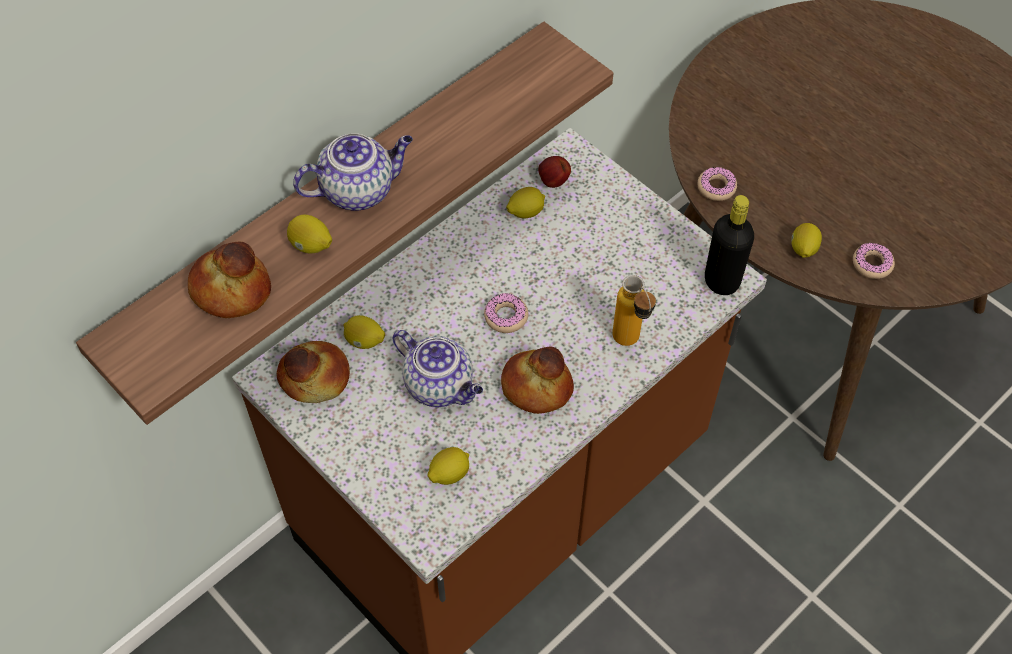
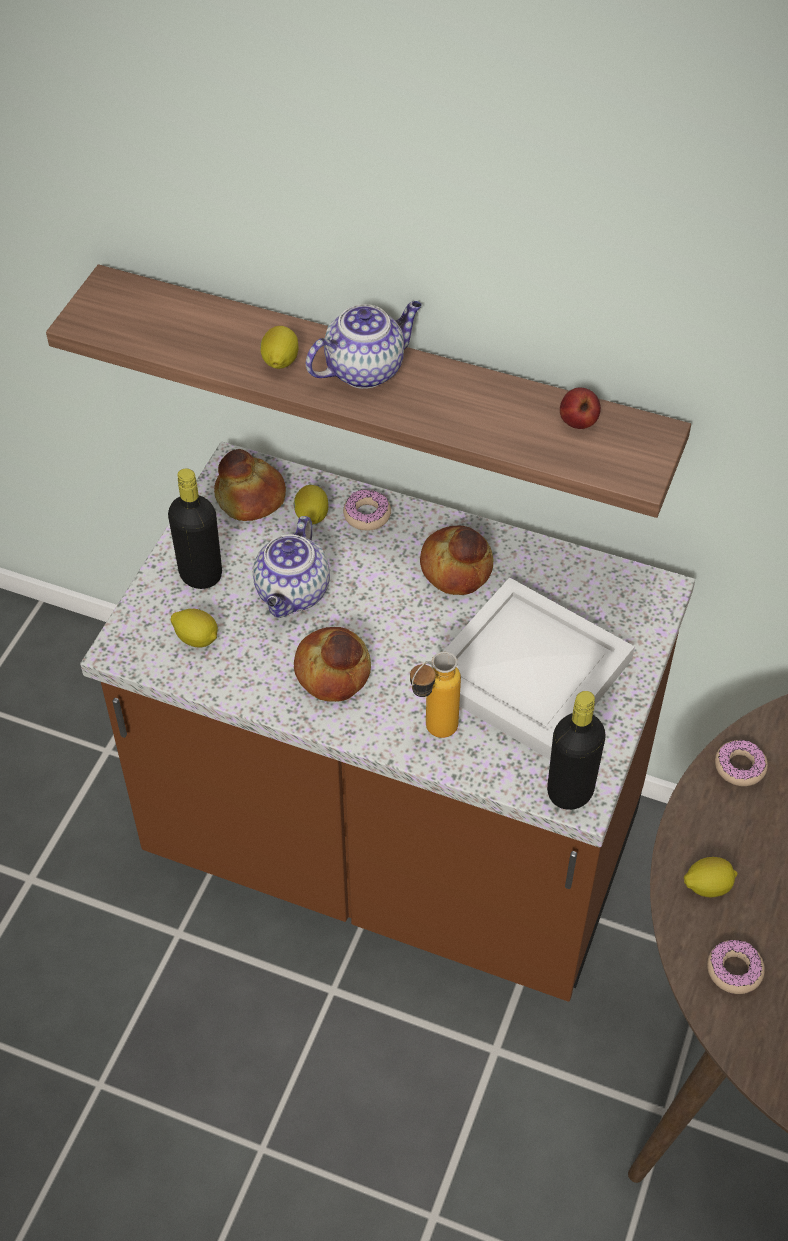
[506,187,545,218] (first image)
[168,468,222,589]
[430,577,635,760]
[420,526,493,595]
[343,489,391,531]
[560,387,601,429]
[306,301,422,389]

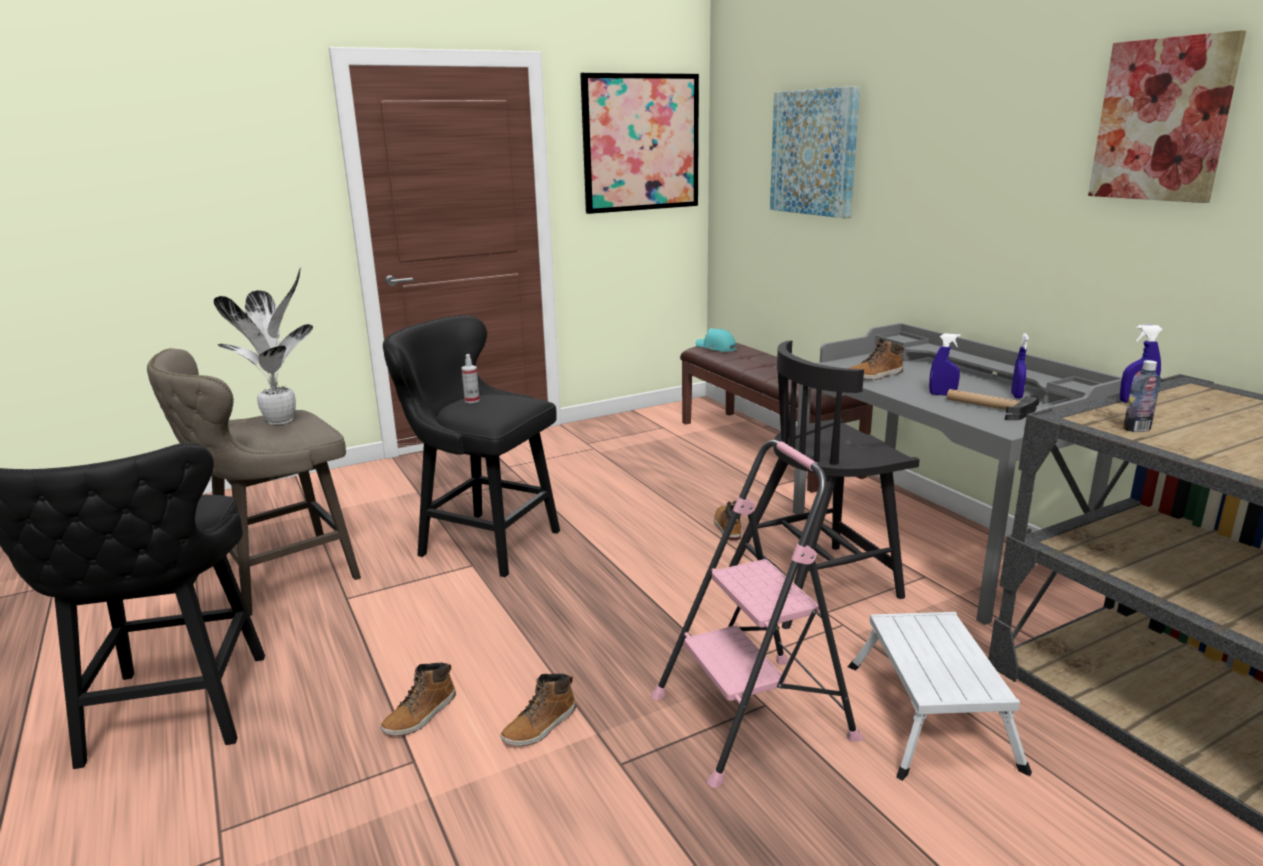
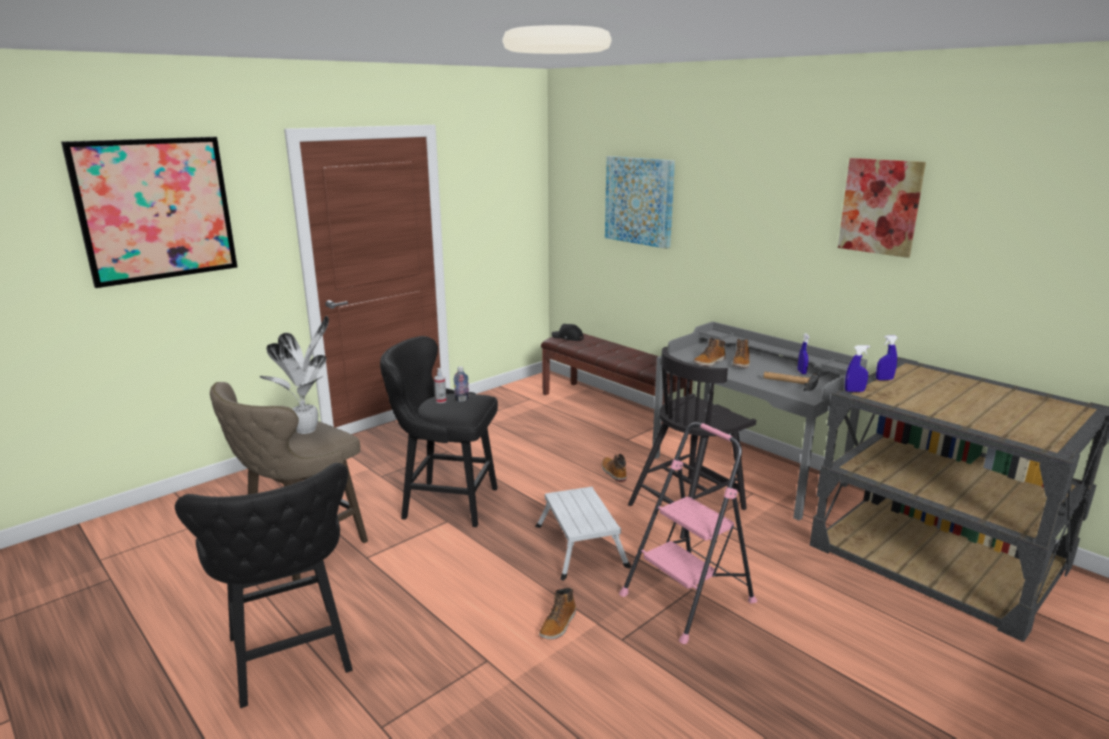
[733,339,750,368]
[61,137,237,288]
[535,487,631,581]
[845,345,870,392]
[454,367,469,402]
[552,324,584,341]

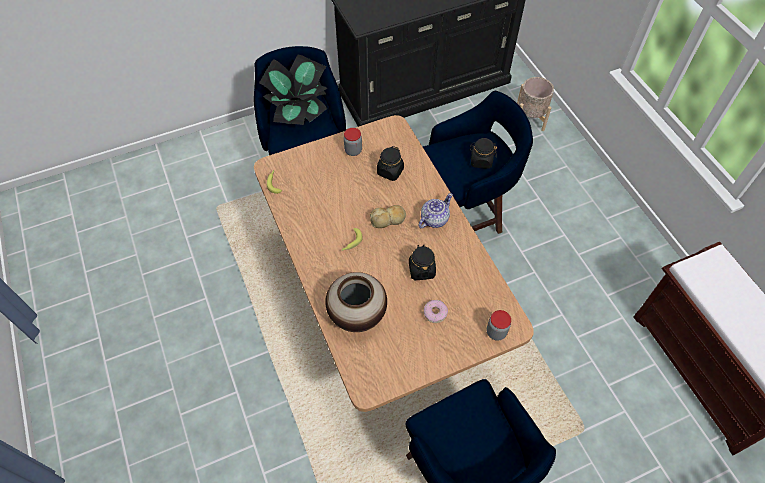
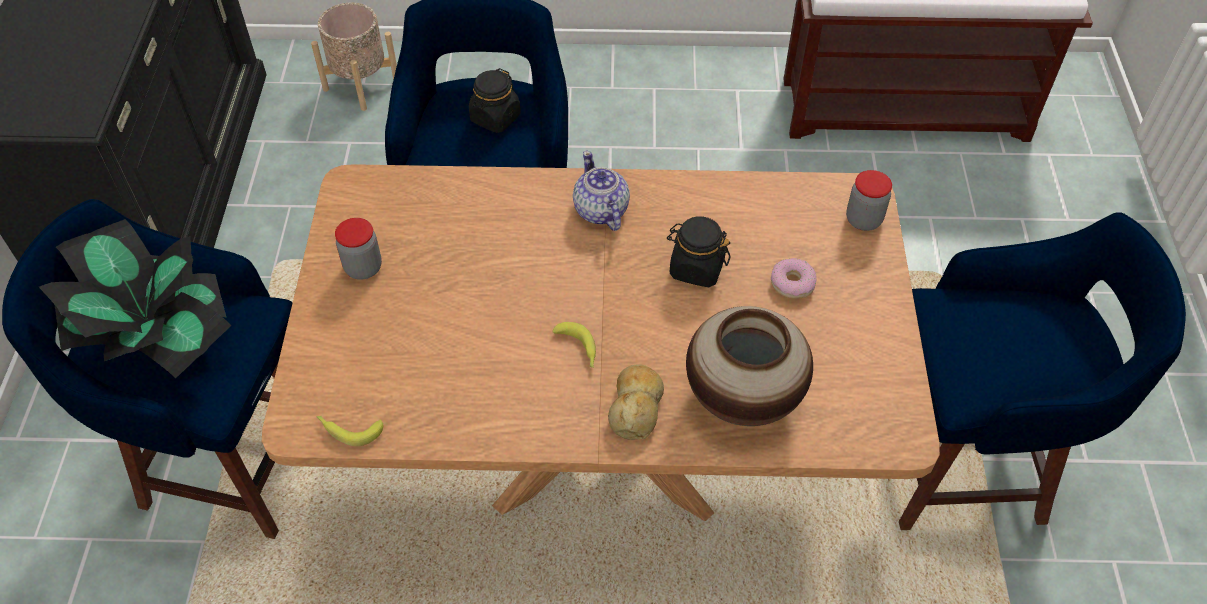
[377,146,404,181] (first image)
[608,365,664,440]

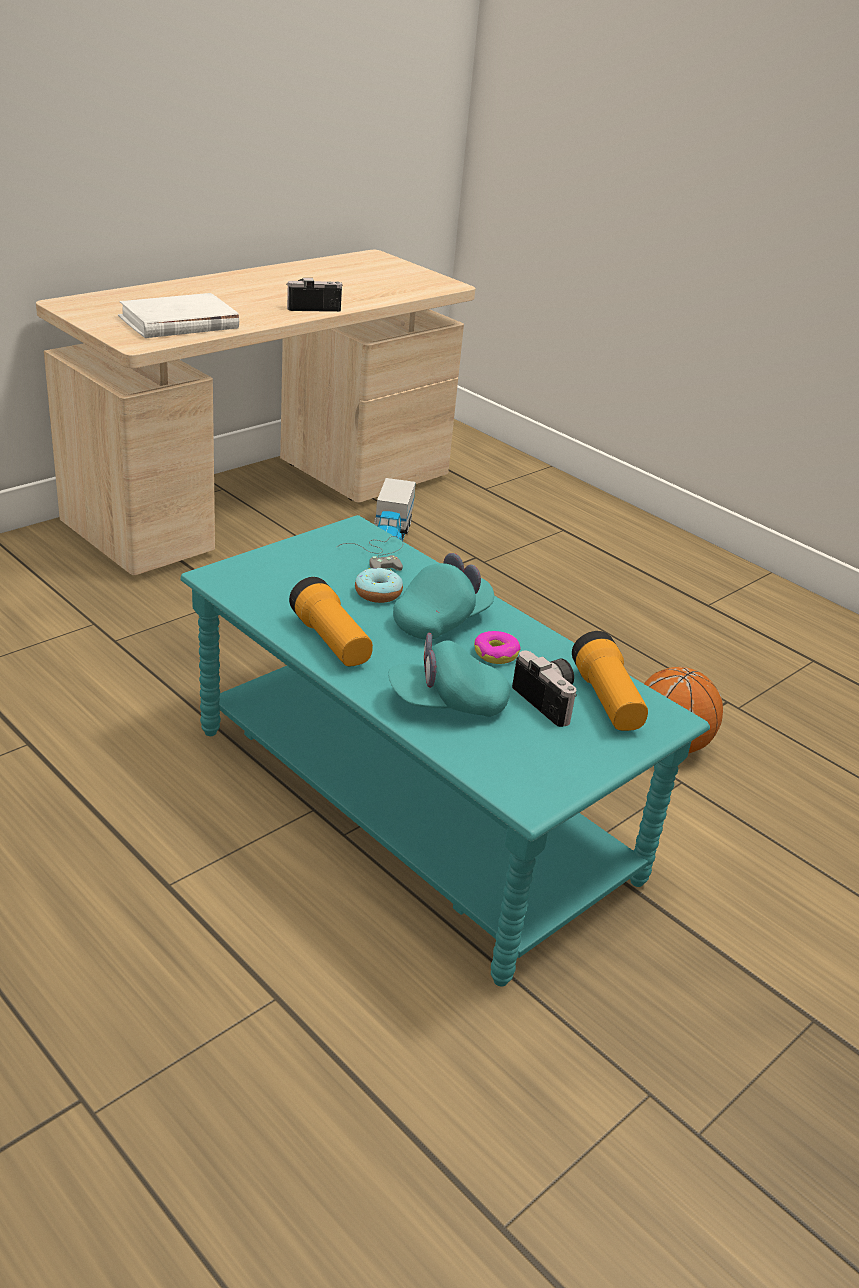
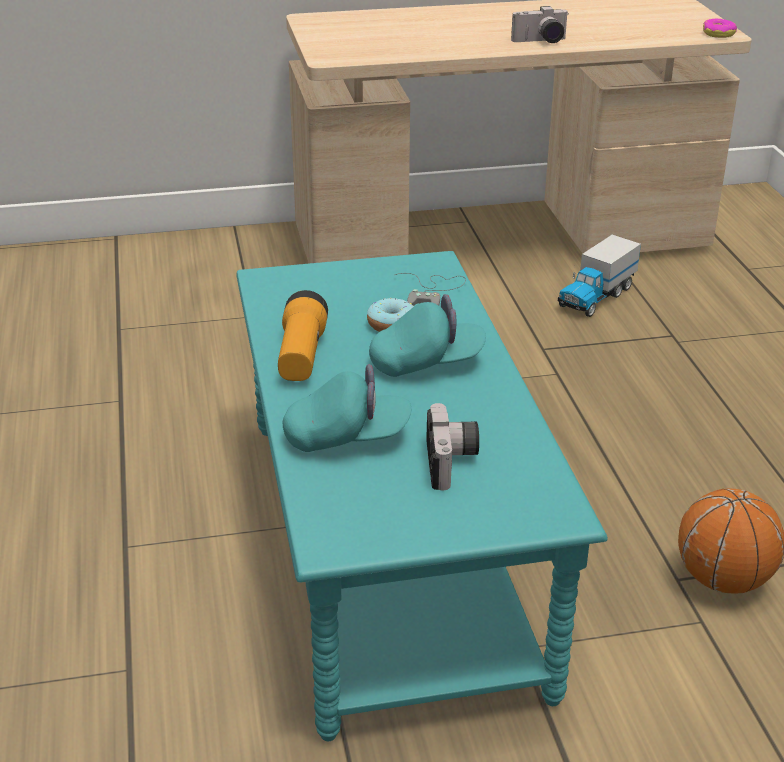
[118,293,239,338] (first image)
[572,631,648,731] (first image)
[703,19,737,38]
[511,6,569,43]
[283,364,411,452]

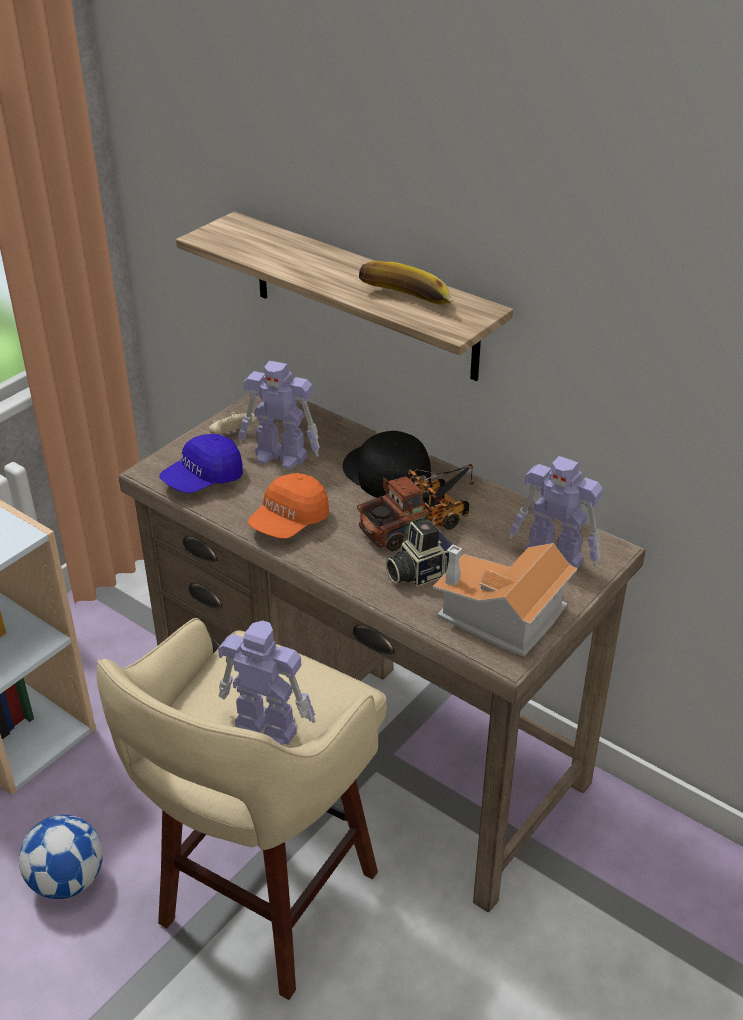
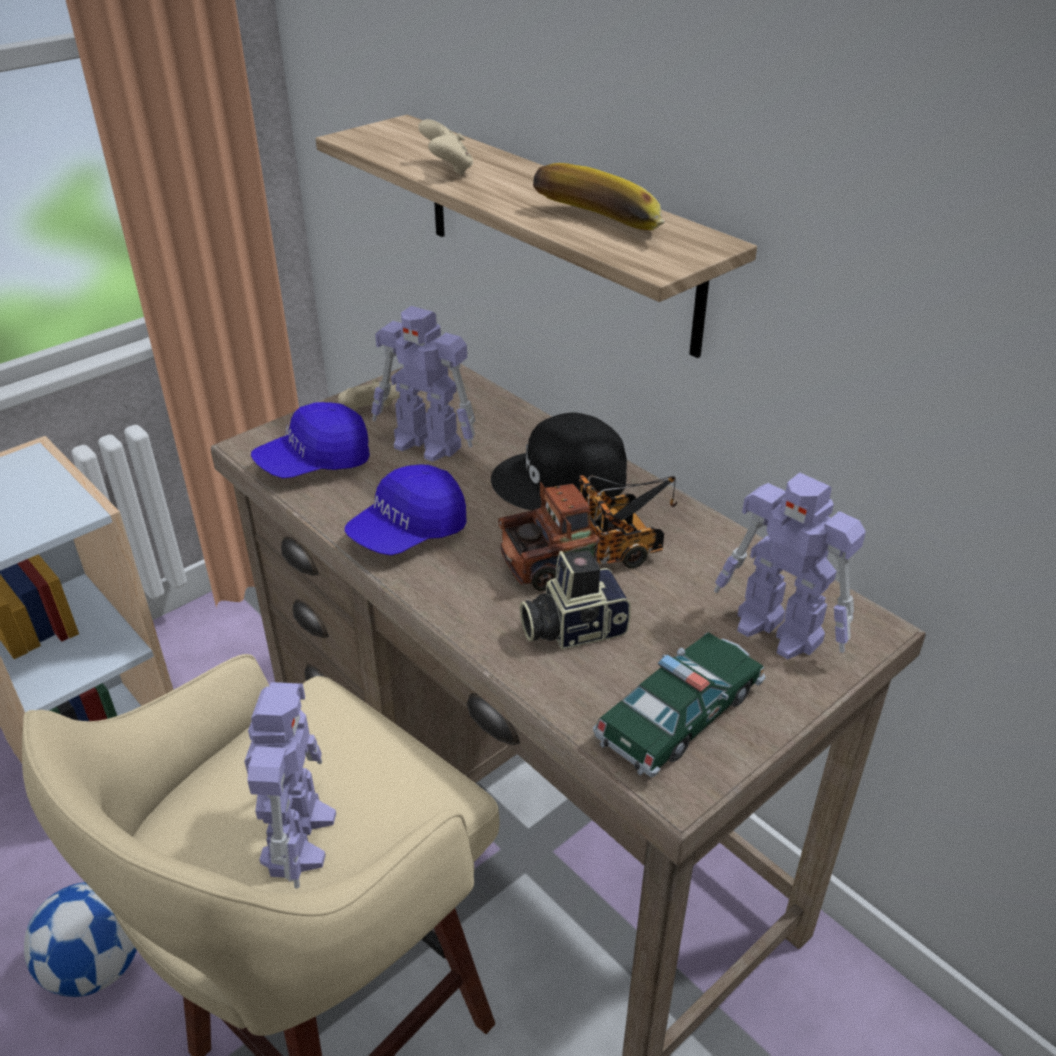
[418,119,473,176]
[593,632,766,777]
[345,465,467,555]
[244,682,336,888]
[491,412,627,511]

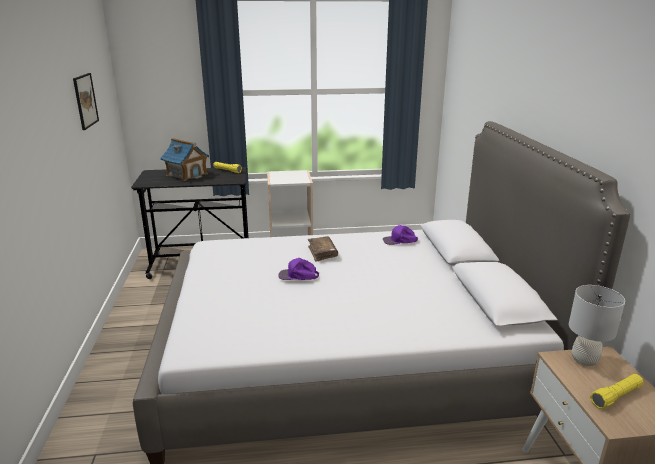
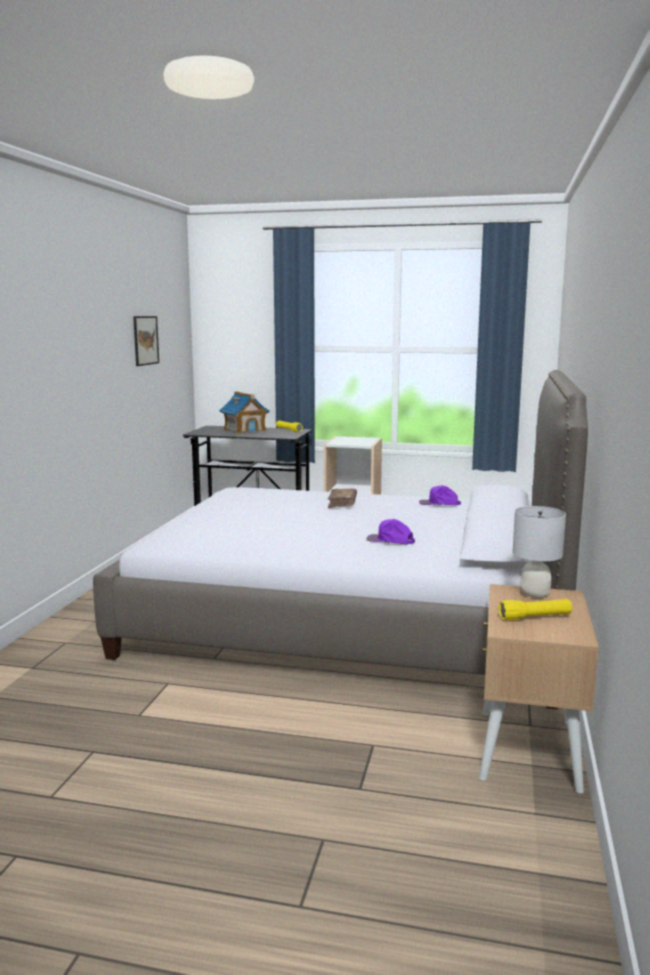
[367,519,415,544]

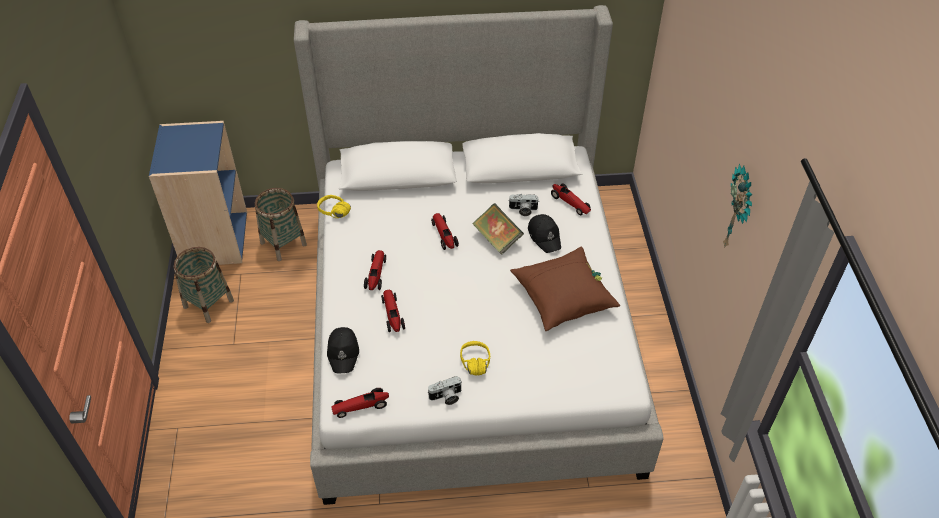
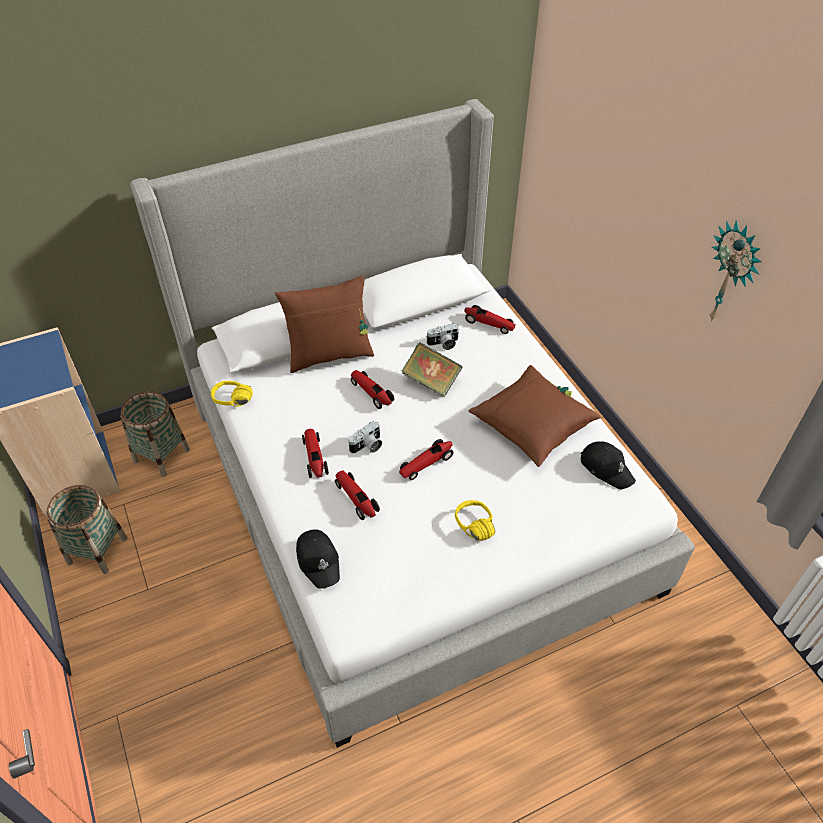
[275,275,374,373]
[399,439,454,480]
[348,421,382,454]
[581,441,636,489]

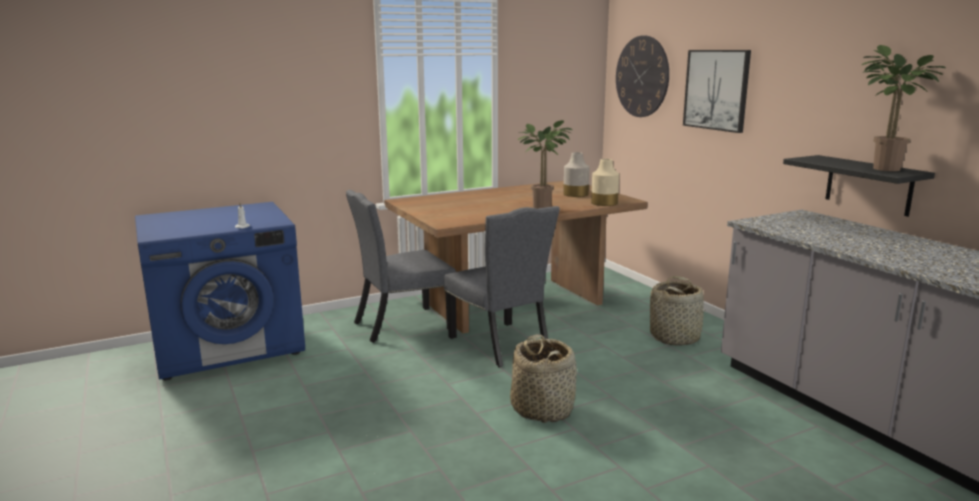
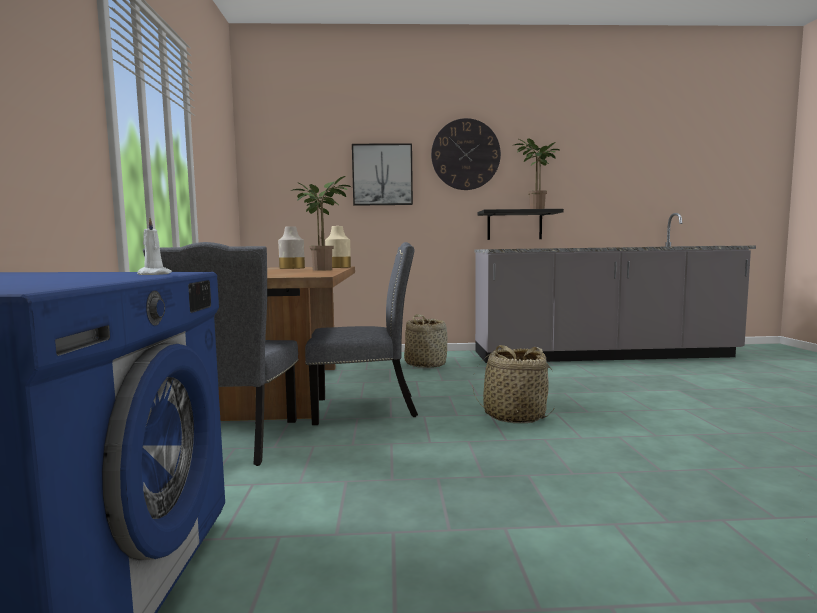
[431,118,501,190]

